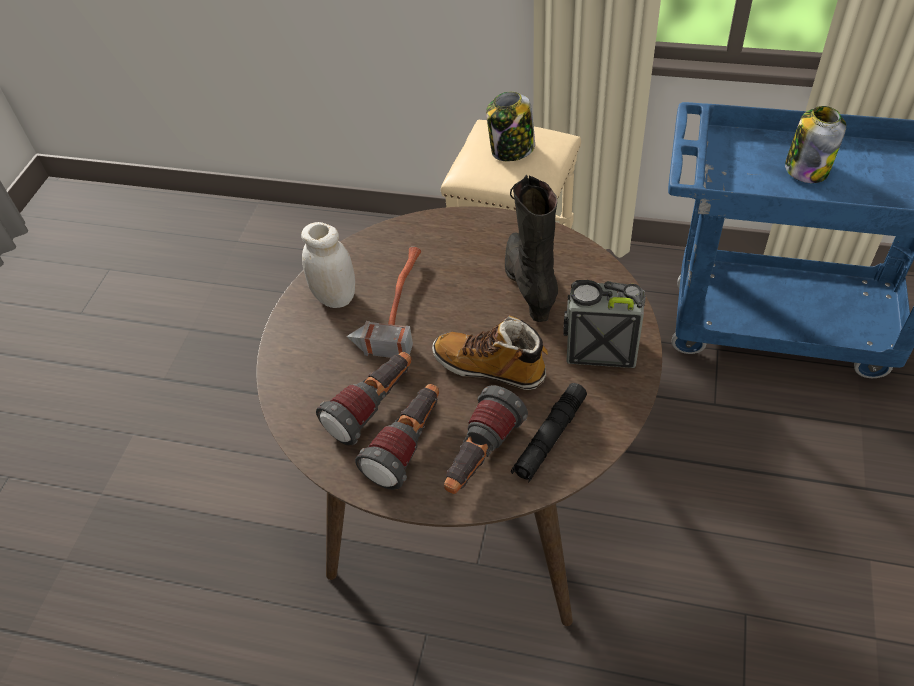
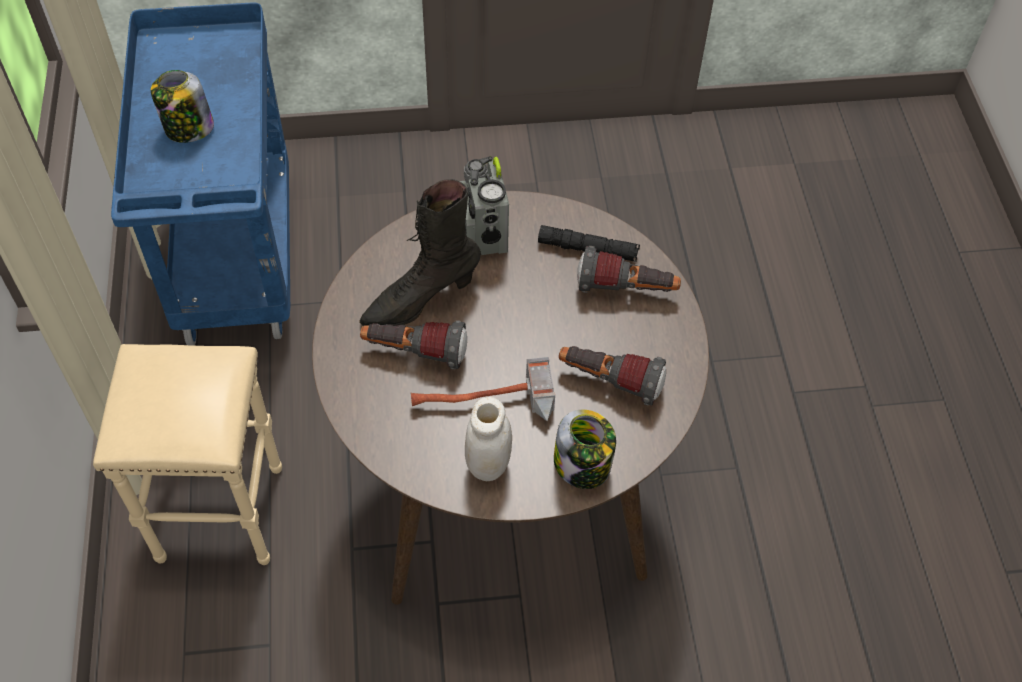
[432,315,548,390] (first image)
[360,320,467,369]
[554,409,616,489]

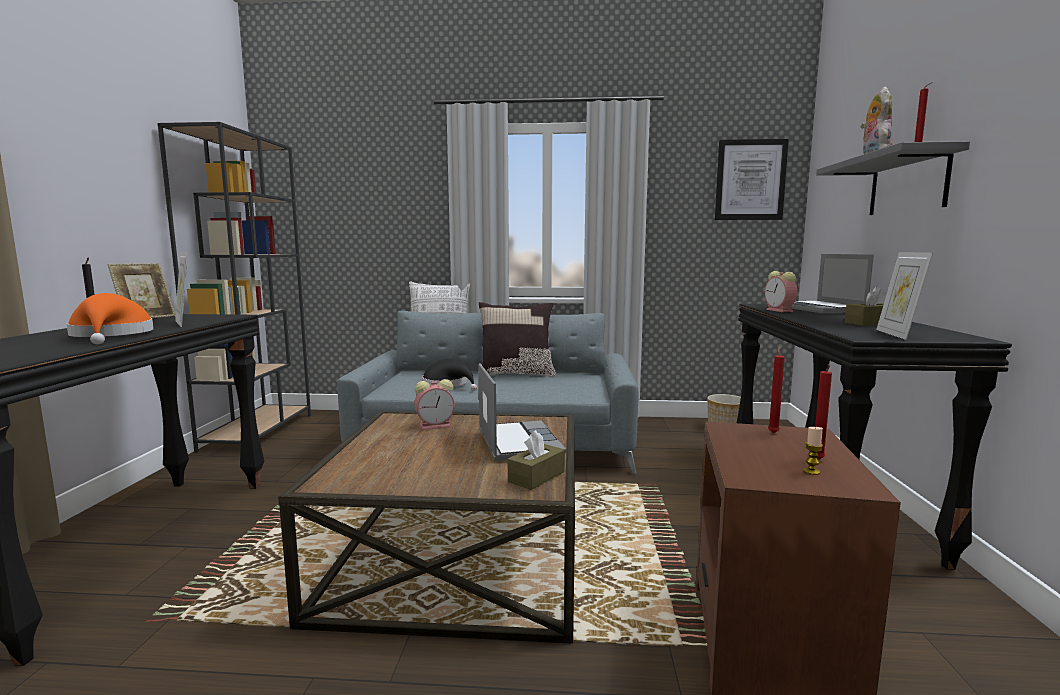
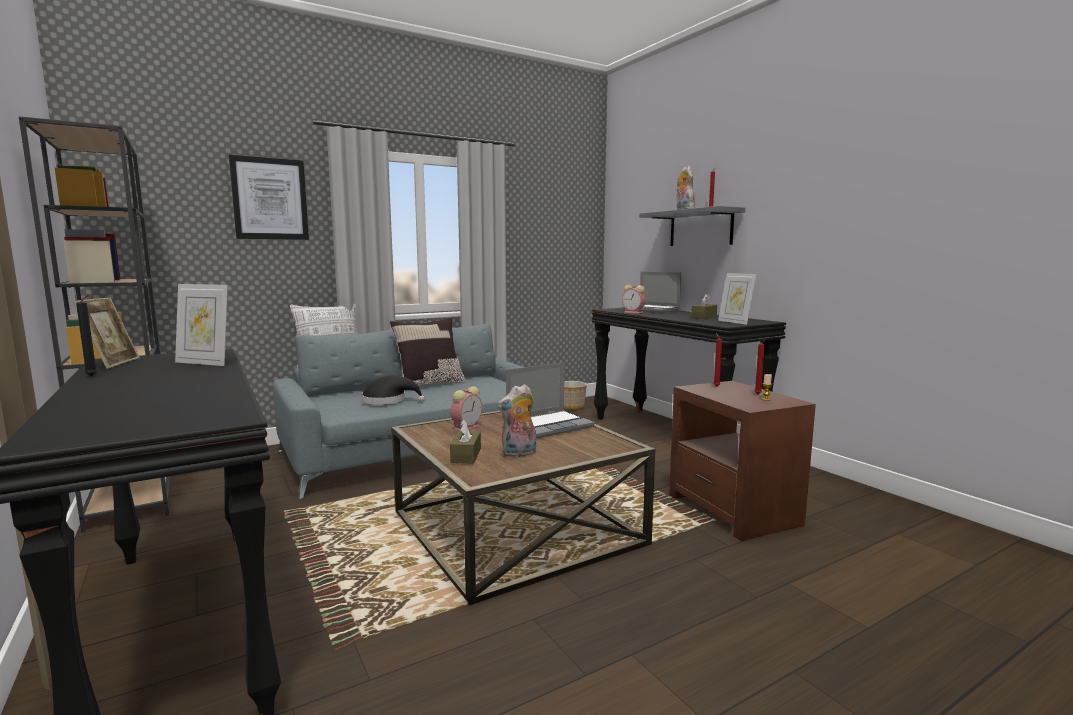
[67,293,154,345] (first image)
[497,384,536,457]
[450,419,481,464]
[229,155,309,240]
[506,362,595,439]

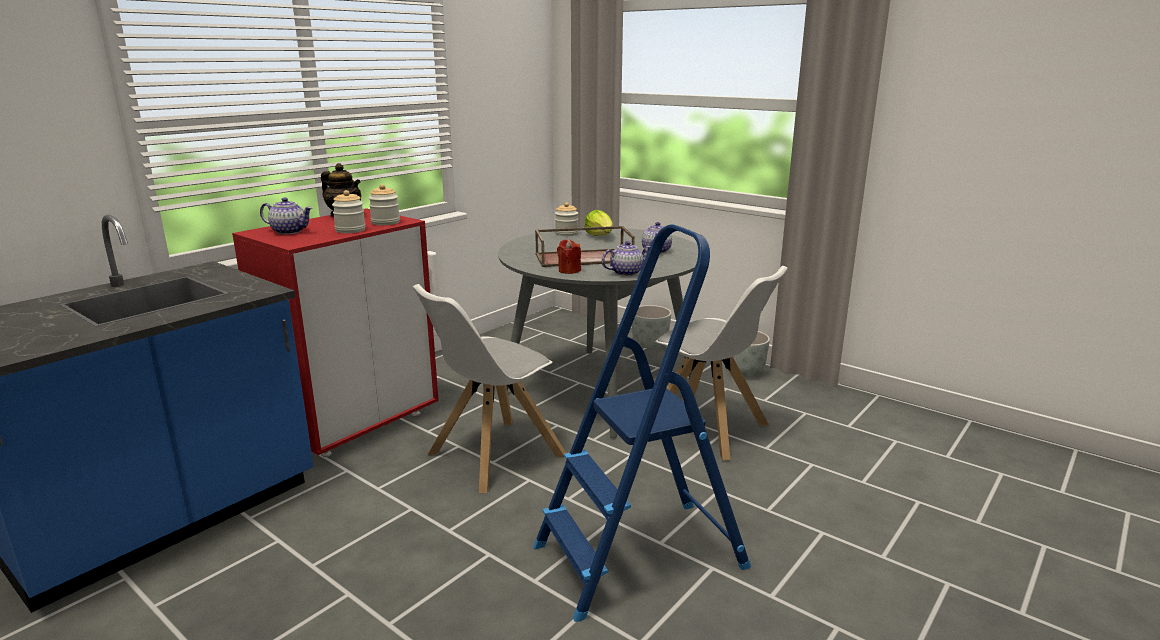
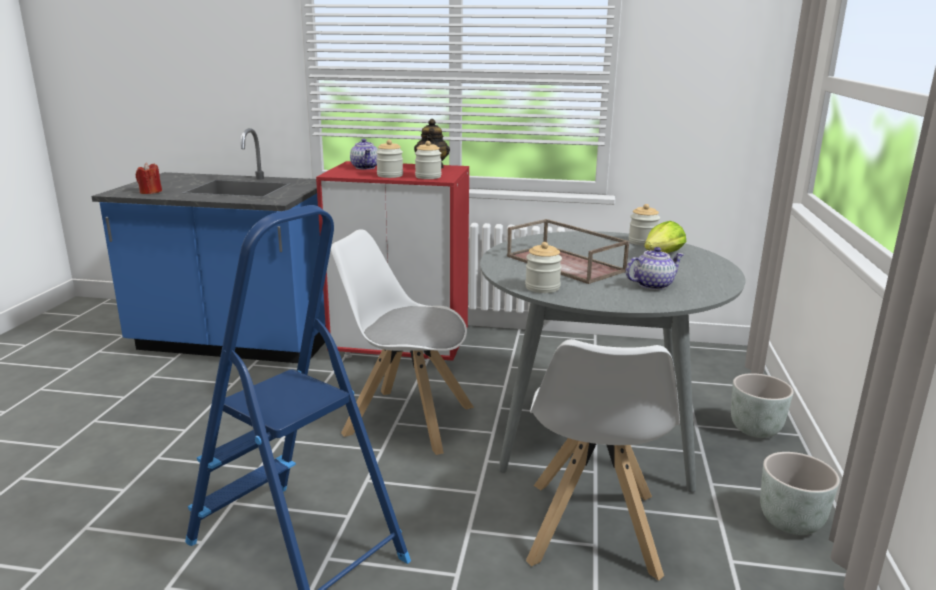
[136,163,162,194]
[525,242,562,293]

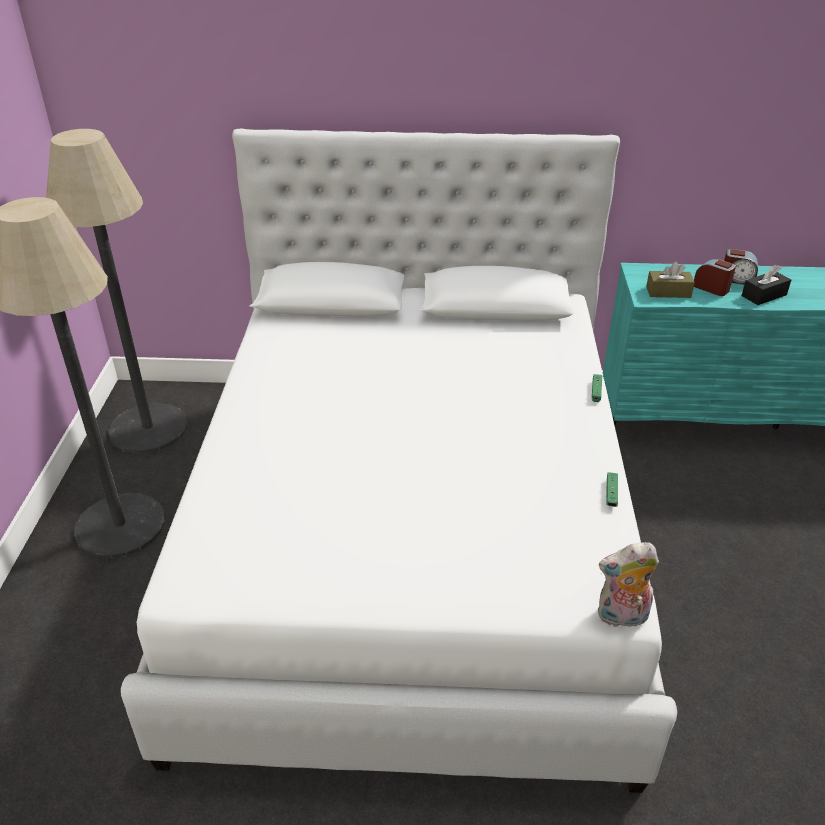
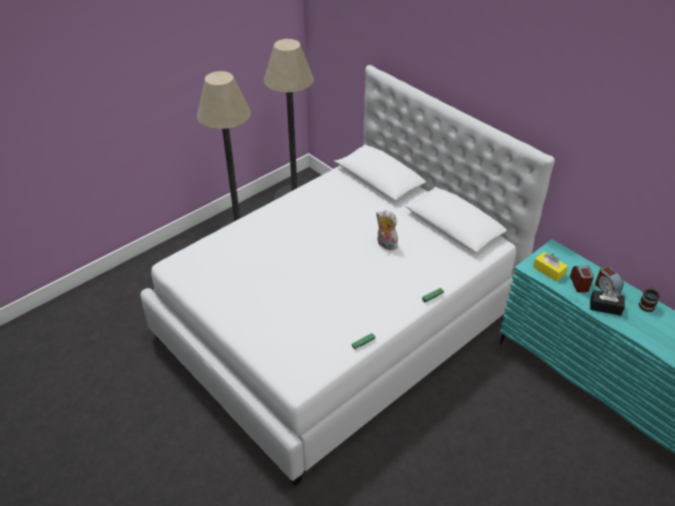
[639,286,660,312]
[376,210,398,250]
[533,252,568,282]

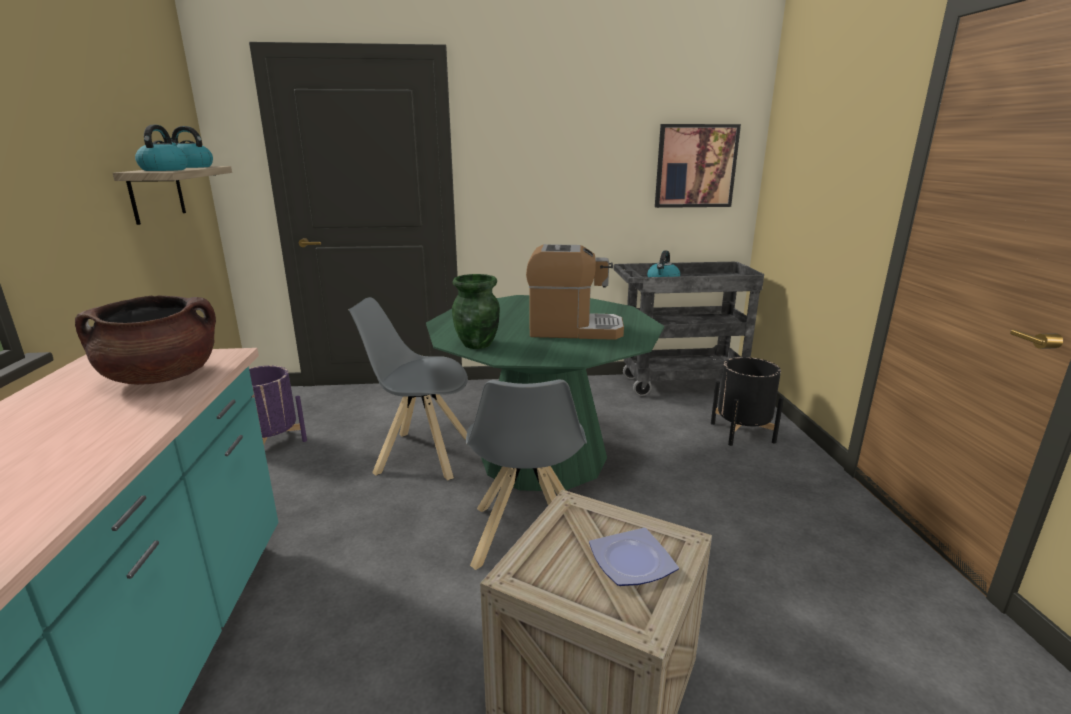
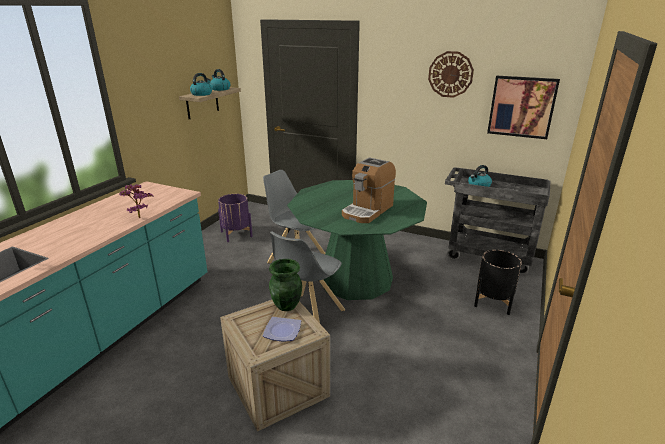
[75,295,216,385] (first image)
[119,184,153,218]
[428,51,474,98]
[269,259,302,311]
[342,157,396,223]

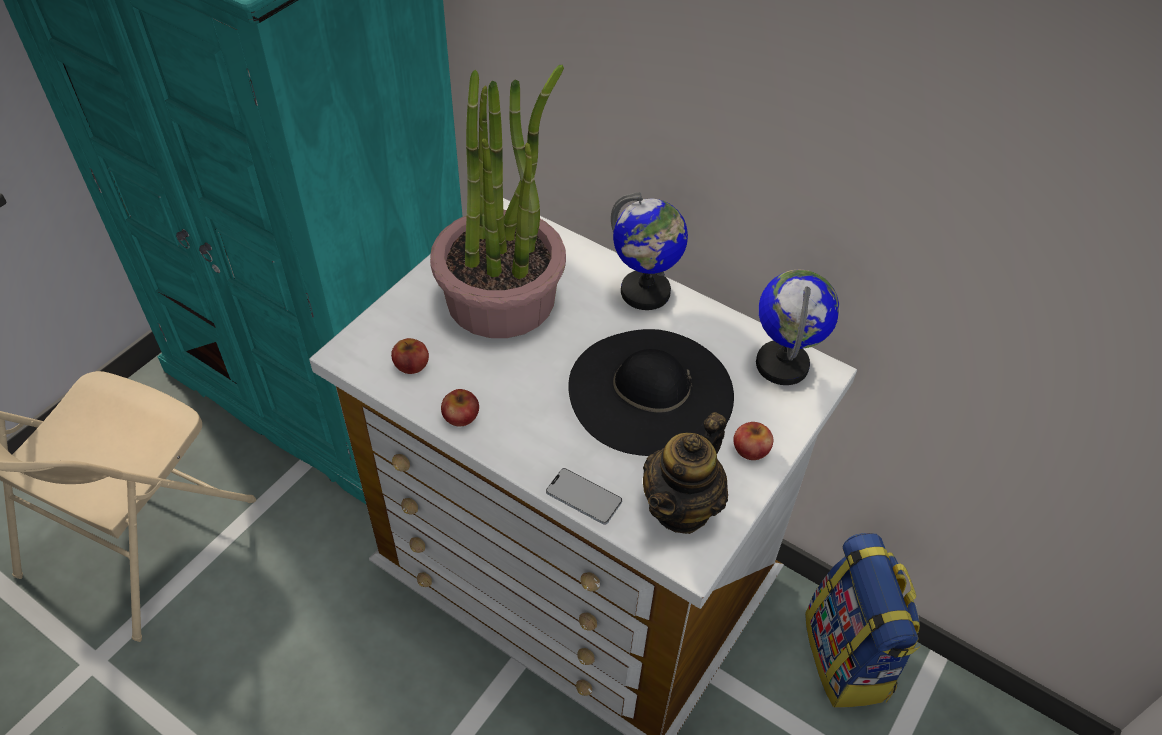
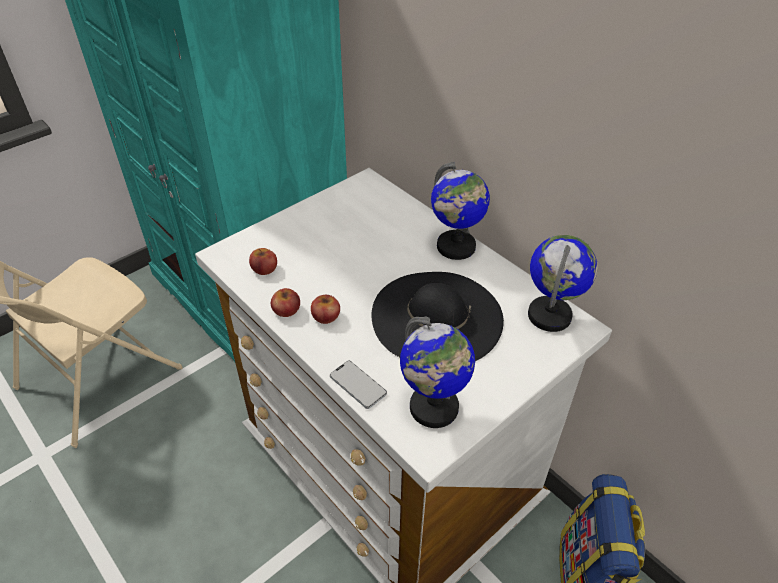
[430,65,566,338] (first image)
[311,295,340,324]
[400,316,475,428]

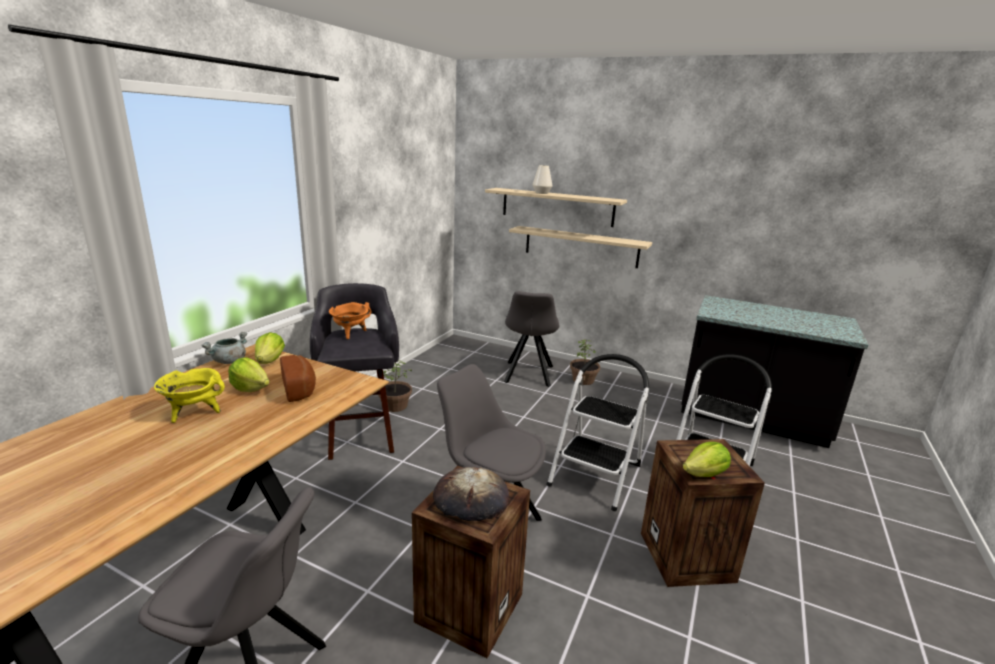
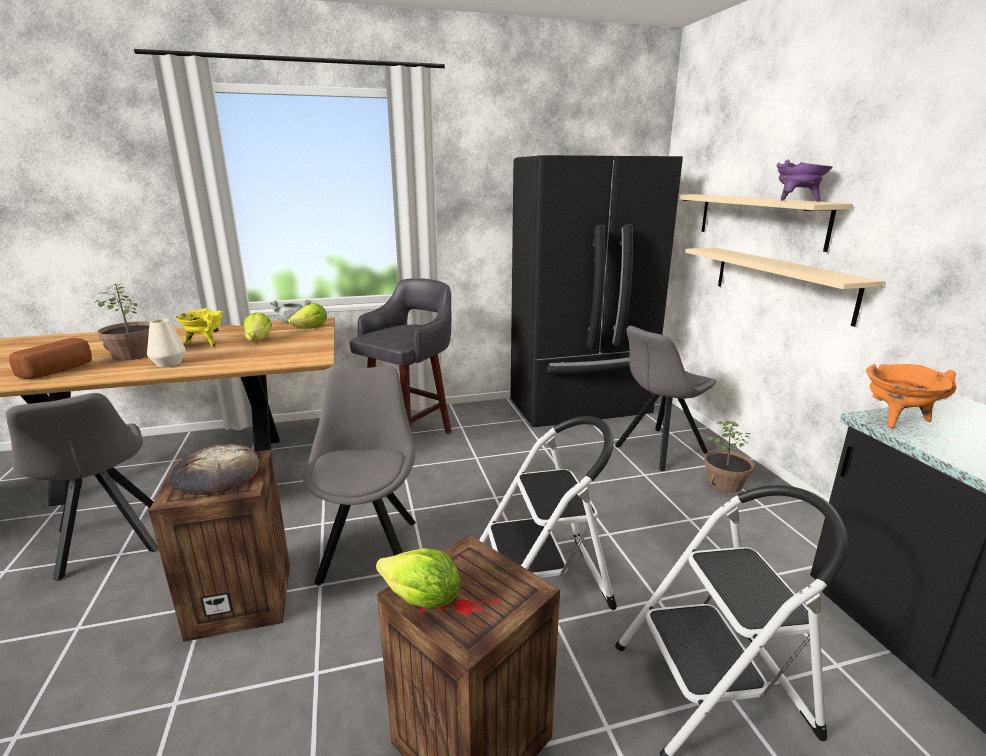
[511,155,683,427]
[777,160,833,202]
[9,338,92,379]
[866,364,956,429]
[94,282,150,361]
[147,319,186,367]

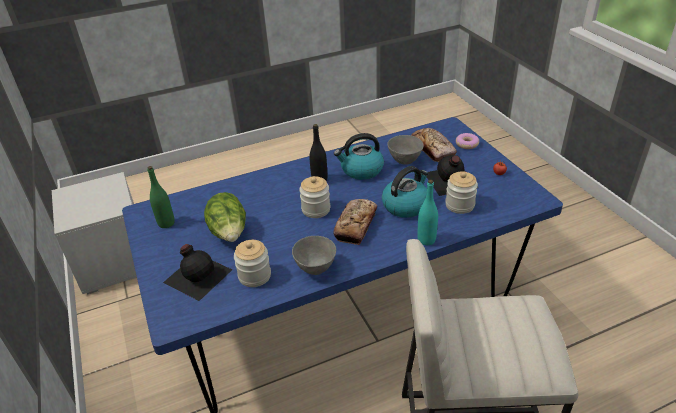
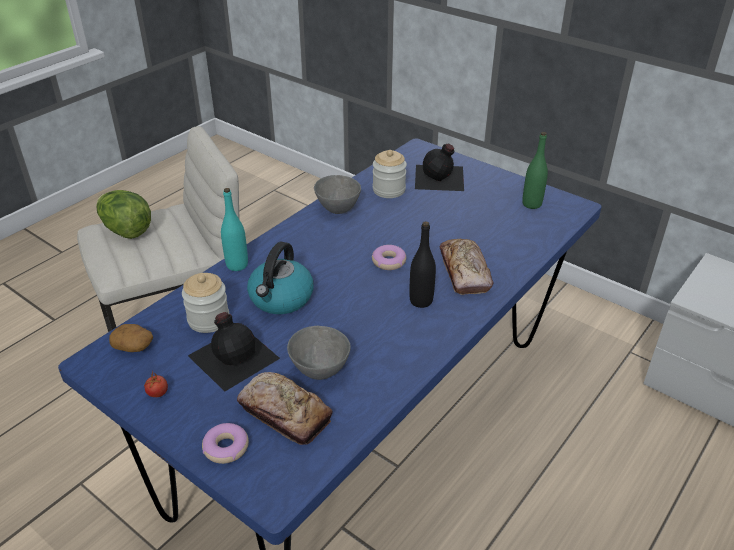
[334,133,384,180] (first image)
[109,324,153,352]
[96,190,151,239]
[440,239,494,295]
[372,245,406,270]

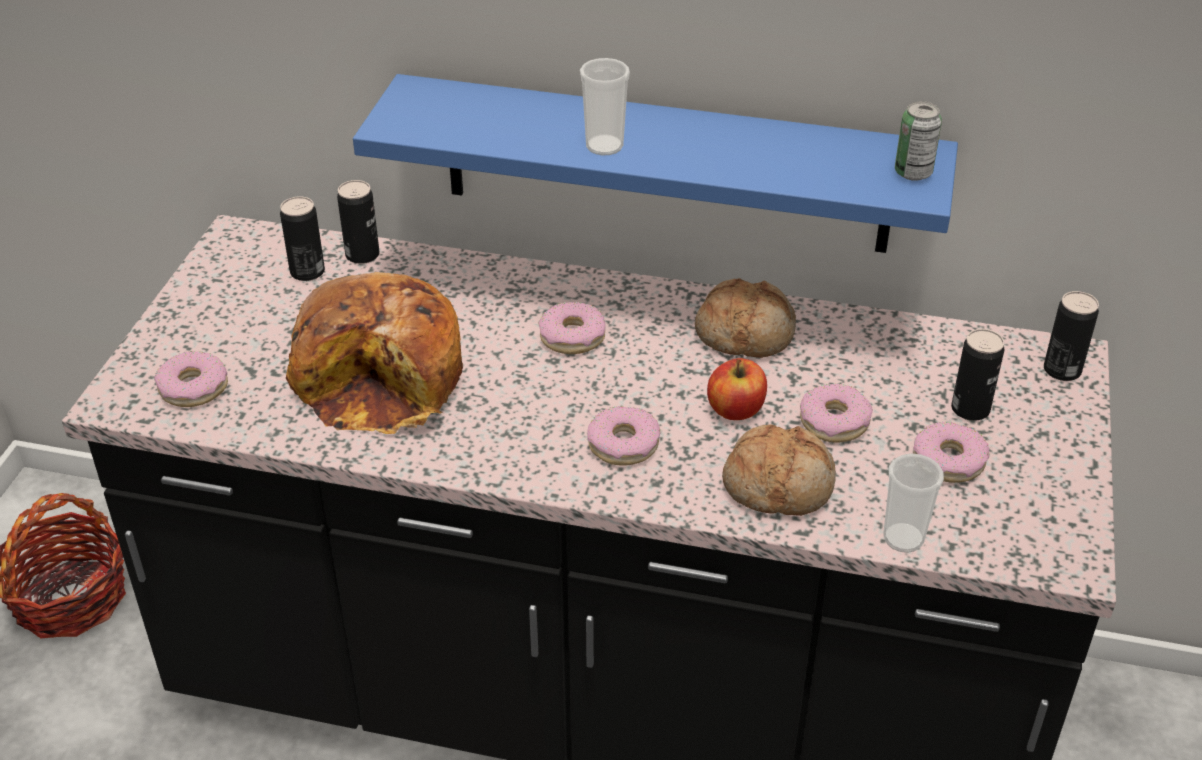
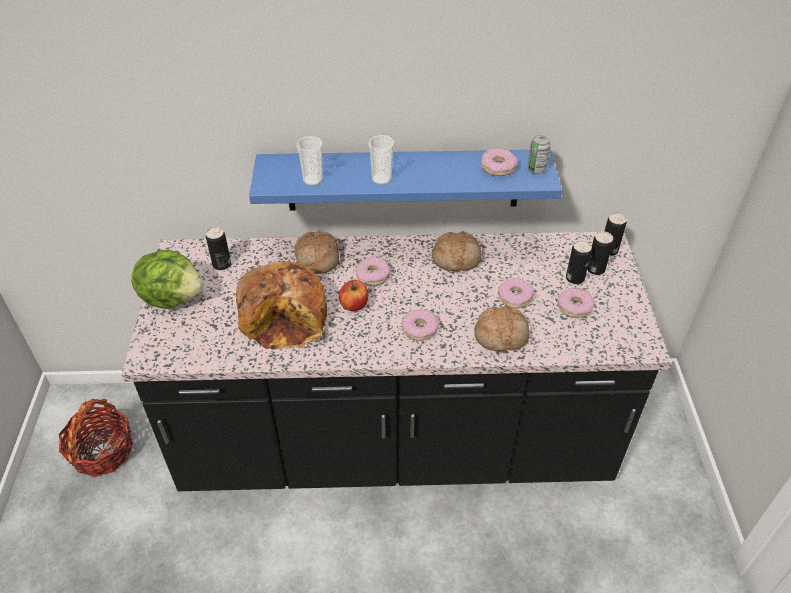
[131,249,203,309]
[294,231,339,274]
[481,148,518,176]
[587,231,613,275]
[339,280,368,311]
[297,136,323,186]

